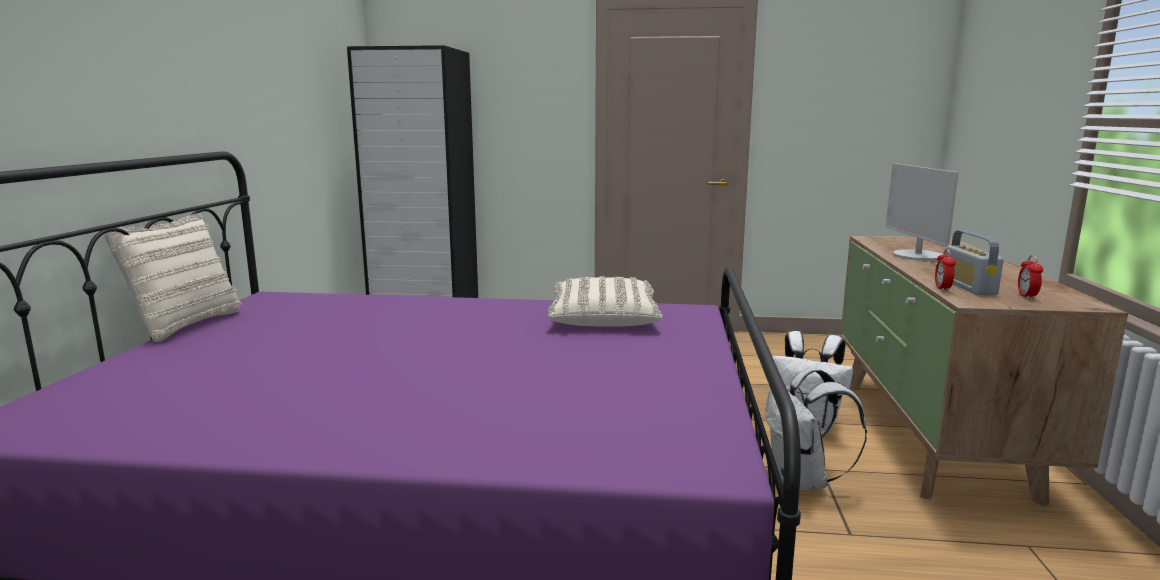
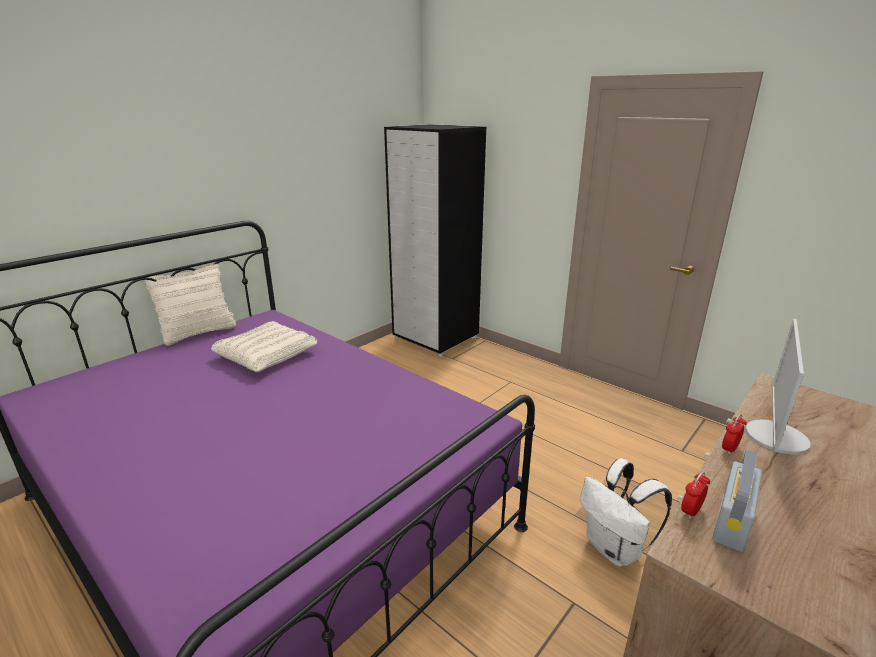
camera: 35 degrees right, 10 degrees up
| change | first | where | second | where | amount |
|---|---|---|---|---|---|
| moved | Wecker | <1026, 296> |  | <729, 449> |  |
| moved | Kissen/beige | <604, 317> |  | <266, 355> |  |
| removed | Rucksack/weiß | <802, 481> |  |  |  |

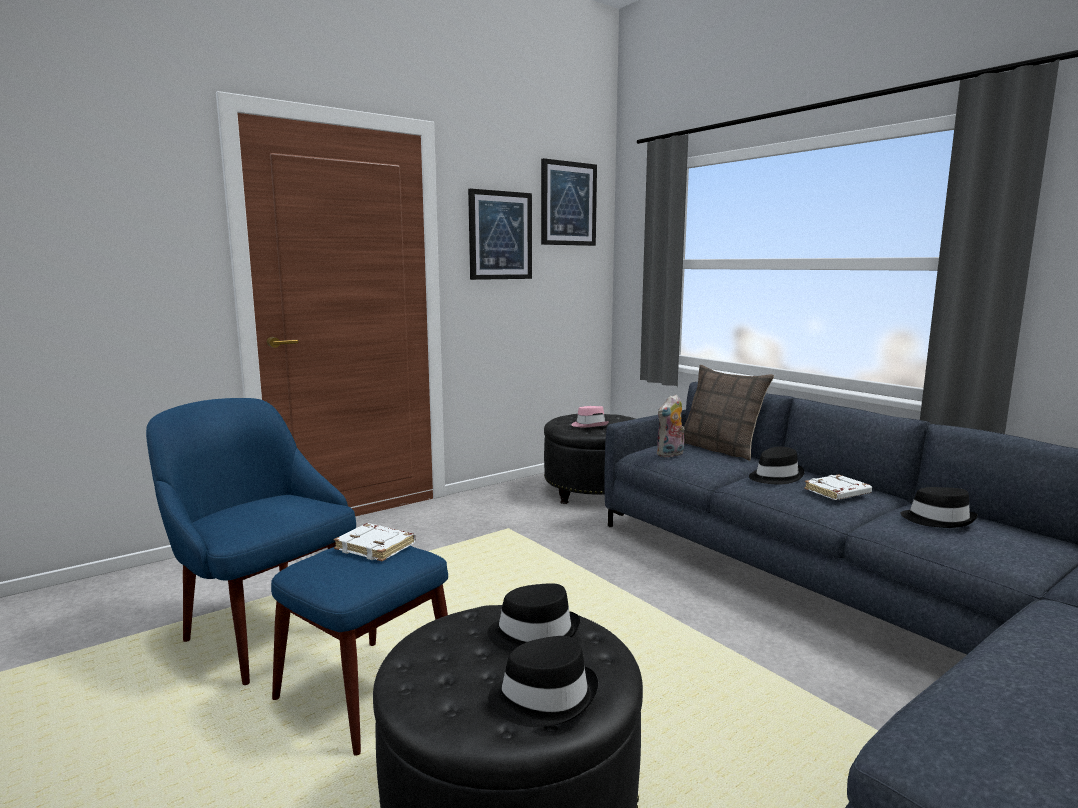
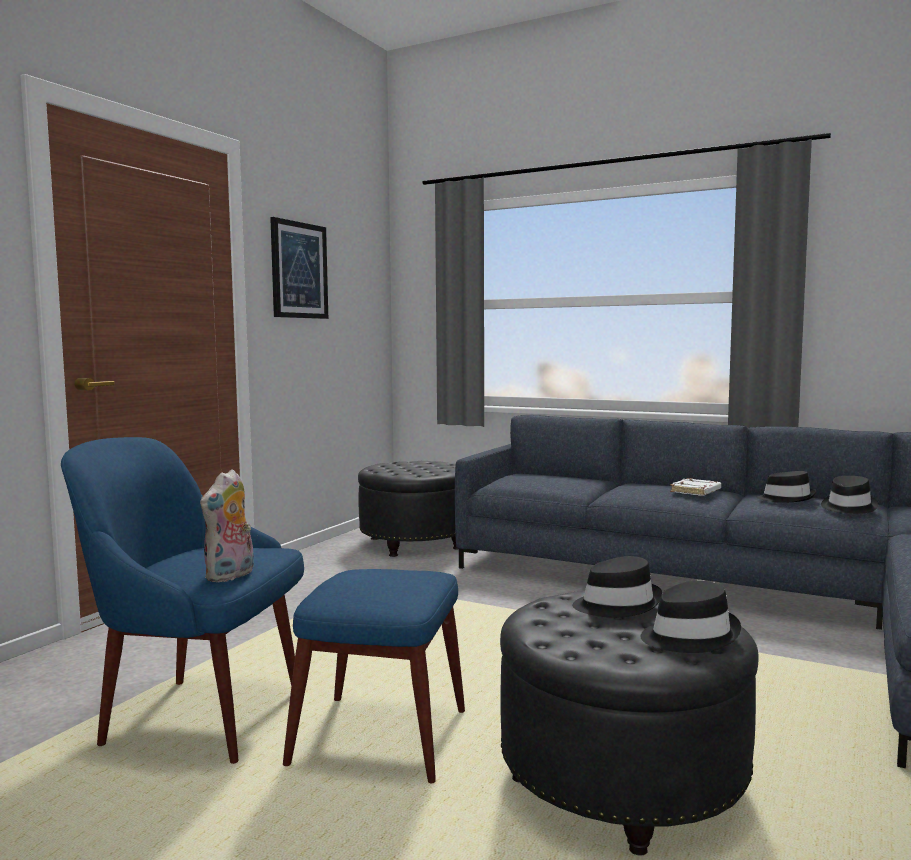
camera: 25 degrees left, 5 degrees down
| change | first | where | second | where | amount |
|---|---|---|---|---|---|
| removed | Bild | <568, 204> |  |  |  |
| removed | Kissen | <721, 449> |  |  |  |
| moved | Plüschtier | <670, 454> |  | <231, 576> |  |
| removed | Hut/rosa | <589, 425> |  |  |  |
| moved | Hut/schwarz | <775, 476> |  | <847, 507> |  |
| removed | Buch/weiß | <376, 547> |  |  |  |

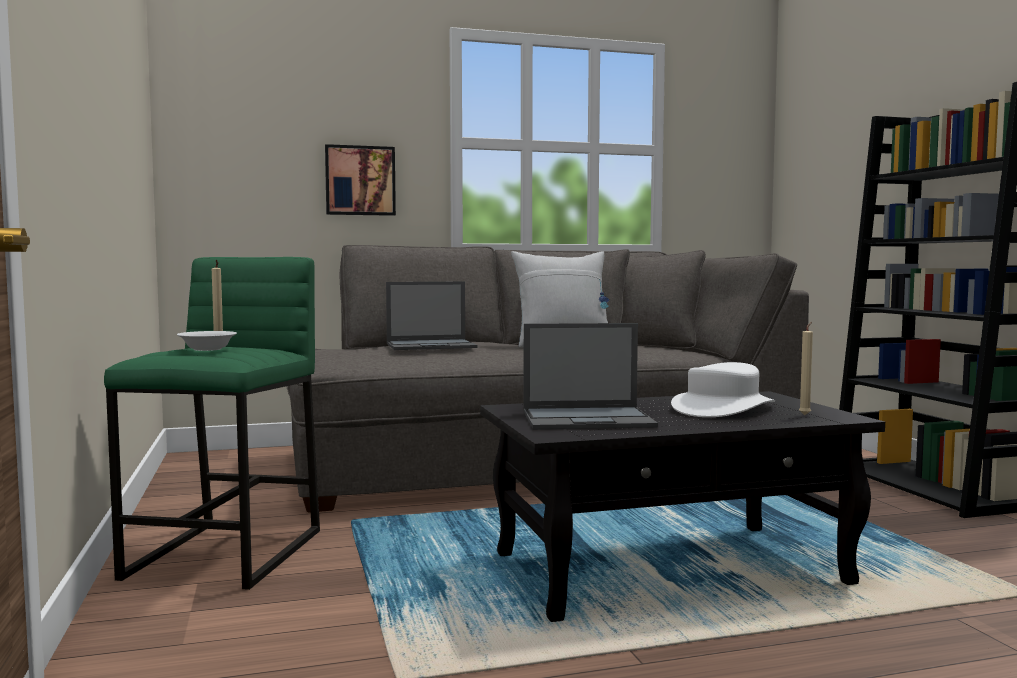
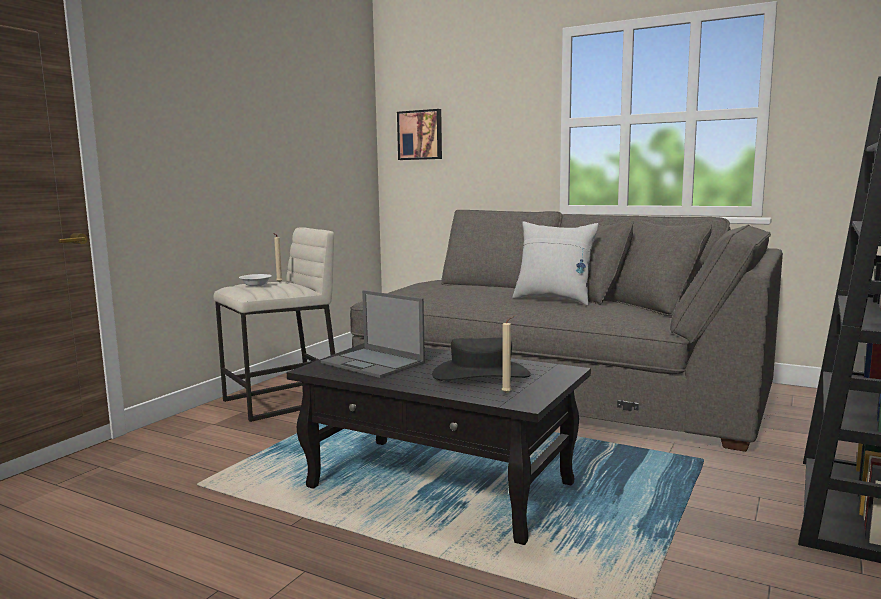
camera: 45 degrees right, 5 degrees up
| change | first | where | second | where | amount |
|---|---|---|---|---|---|
| moved | Bild | <360, 181> |  | <420, 135> |  |
| recoloured | Hocker/grün | <226, 553> | Hocker/beige | <282, 400> |  |
| removed | Laptop | <432, 345> |  |  |  |
| recoloured | Hut/weiß | <722, 408> | Hut/schwarz | <481, 374> |  |

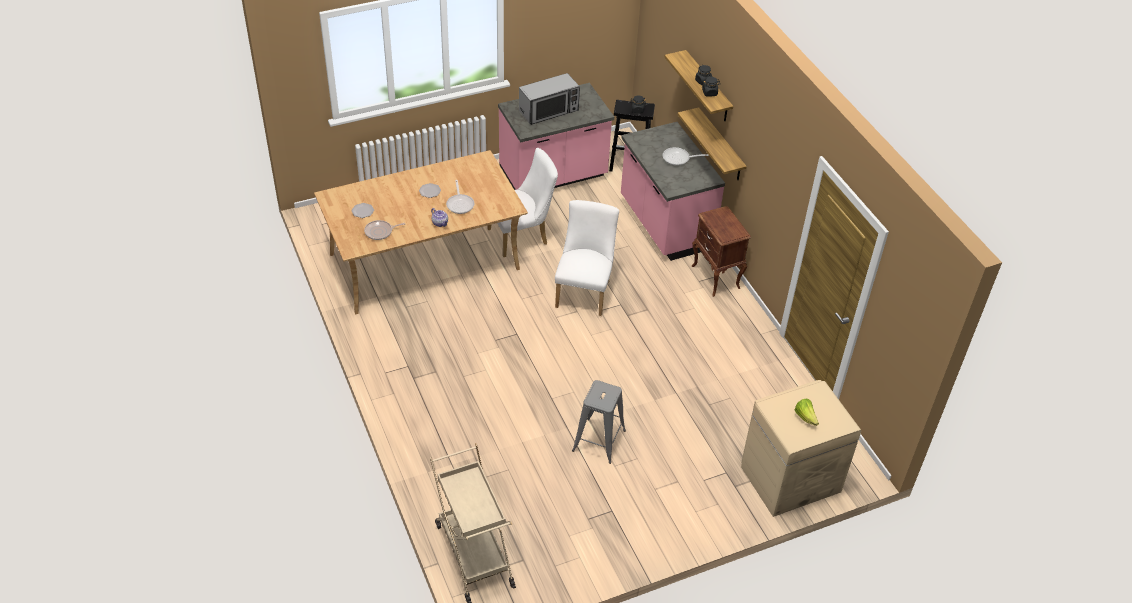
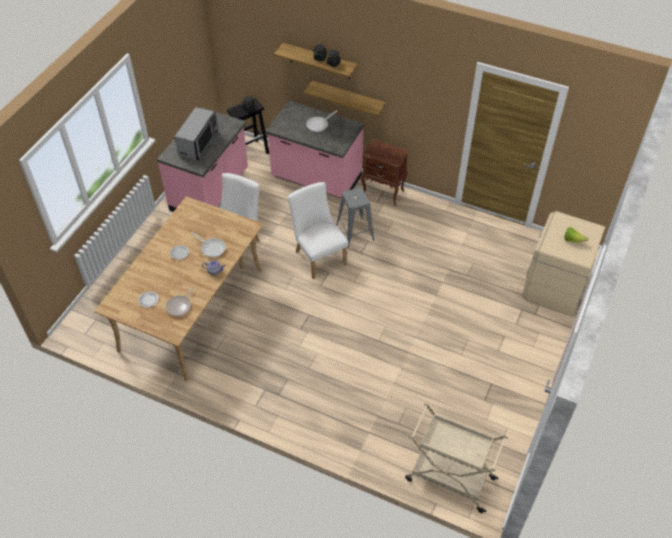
camera: 40 degrees left, 5 degrees up
| change | first | where | second | where | amount |
|---|---|---|---|---|---|
| moved | Hocker/grau | <599, 440> |  | <355, 232> |  |

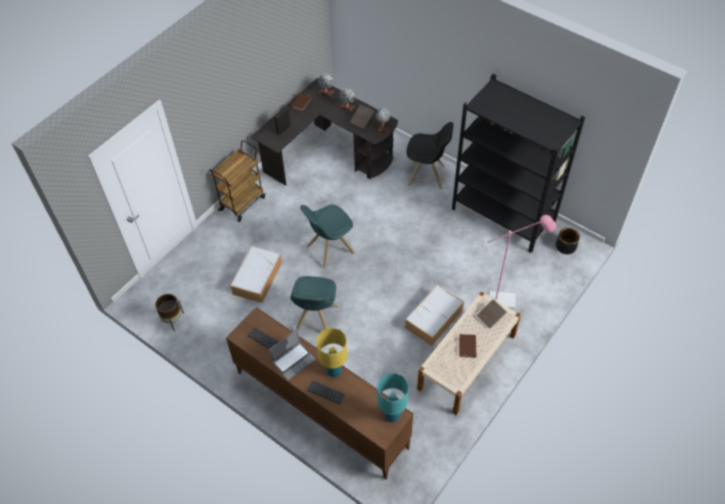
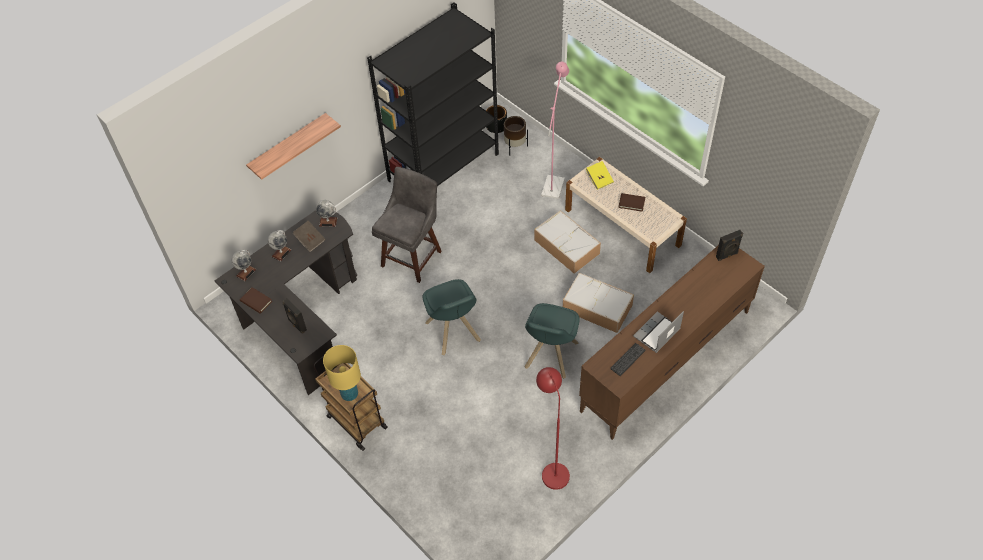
camera: 80 degrees left, 0 degrees up
| change | first | where | second | where | amount |
|---|---|---|---|---|---|
| removed | Stuhl/schwarz | <426, 175> |  |  |  |
| moved | Aufbewahrungsbox | <257, 277> |  | <596, 307> |  |
| turned | Stuhl/türkis | <315, 319> |  | <550, 355> | 90 degrees clockwise |
| moved | Pflanzkübel/braun | <173, 320> |  | <514, 147> |  |
| recoloured | Buch/braun | <491, 317> | Buch/gelb | <599, 179> |  |
| moved | Tischlampe/gelb | <334, 371> |  | <349, 394> |  |
| turned | Laptop | <293, 360> |  | <657, 334> | 105 degrees counterclockwise |
| replaced | Tischlampe/türkis | <392, 415> | Lautsprecher/schwarz | <727, 255> |  |
| removed | Tastatur | <326, 392> |  |  |  |
| added |  |  | Wandregal | <288, 146> |  |
| added |  |  | Hocker/grau | <412, 257> |  |
| added |  |  | Stehlampe/rot | <551, 469> |  |

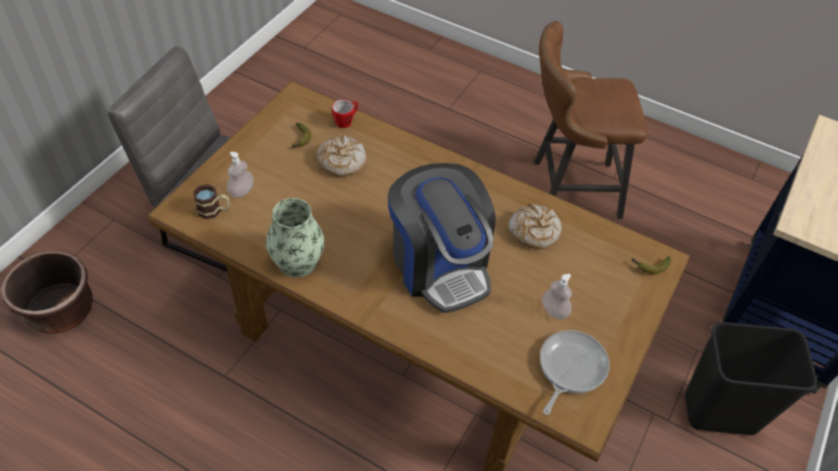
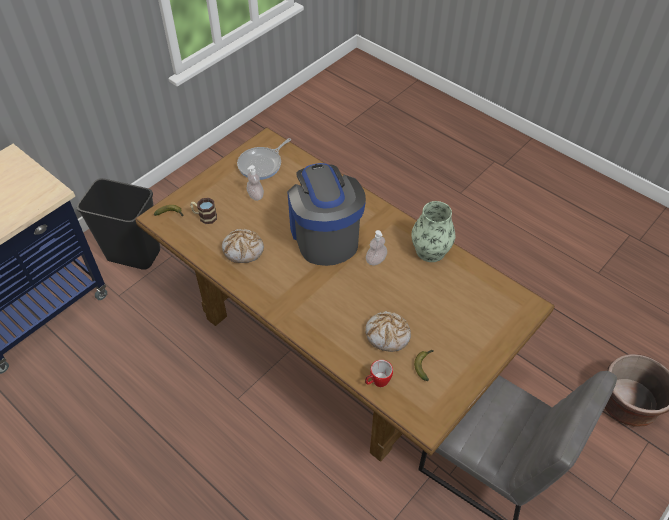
camera: 165 degrees left, 0 degrees up
| change | first | where | second | where | amount |
|---|---|---|---|---|---|
| removed | Hocker/braun | <563, 189> |  |  |  |
| moved | Seifenspender | <241, 191> |  | <376, 260> |  |
| moved | Henkelbecher | <214, 210> |  | <204, 217> |  |

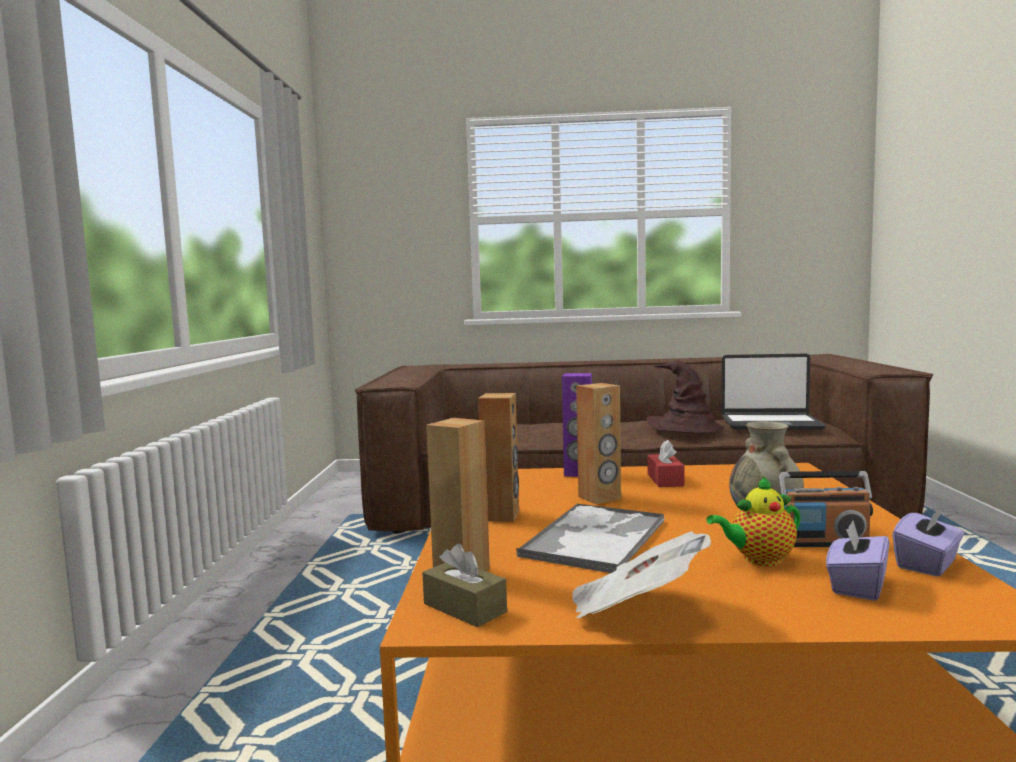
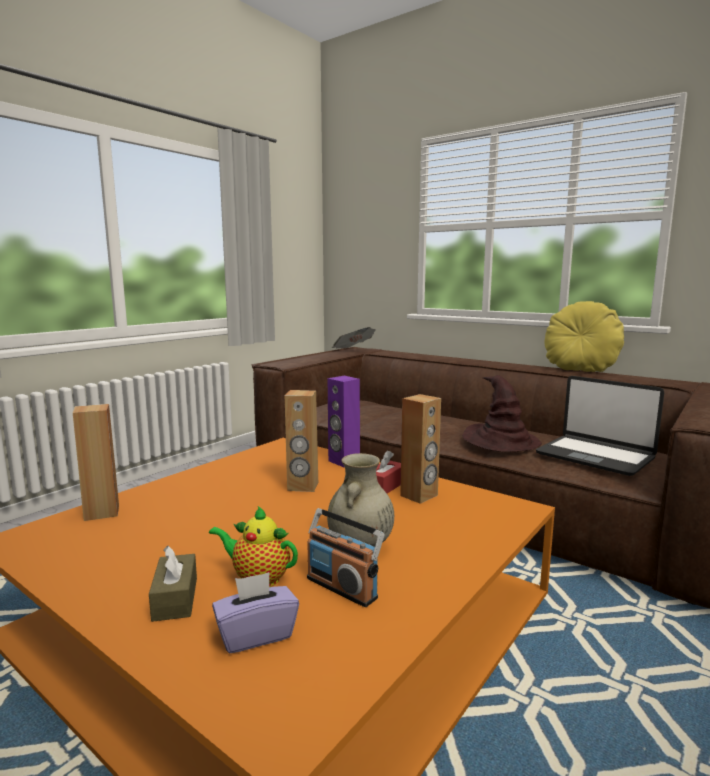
camera: 35 degrees right, 5 degrees up
| change | first | where | second | where | amount |
|---|---|---|---|---|---|
| moved | Lautsprecher/braun | <501, 515> |  | <419, 495> |  |
| removed | Tablett | <595, 538> |  |  |  |
| removed | Taschentuchbox/lila | <927, 564> |  |  |  |
| moved | Zeitung | <634, 609> |  | <353, 350> |  |
| moved | Taschentuchbox/braun | <464, 608> |  | <175, 598> |  |
| added |  |  | Kissen/gelb | <580, 370> |  |

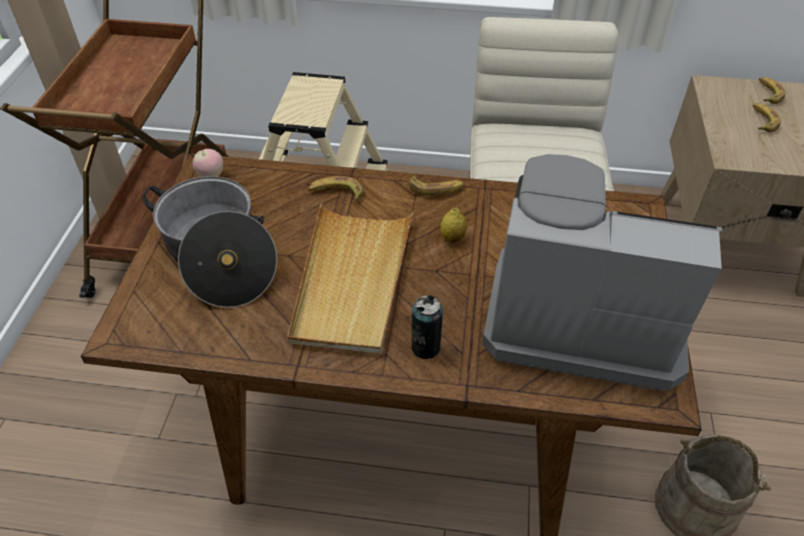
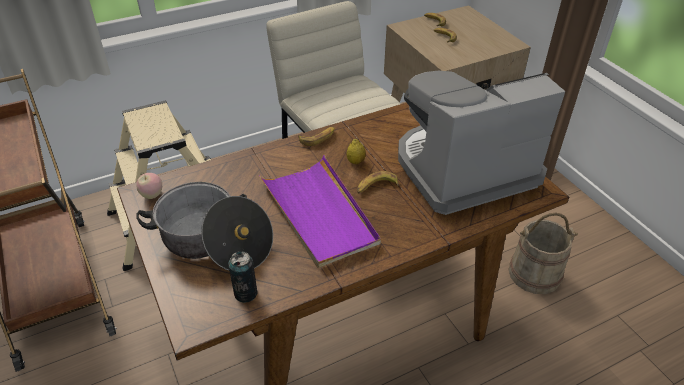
camera: 35 degrees left, 5 degrees down
| change | first | where | second | where | amount |
|---|---|---|---|---|---|
| moved | Banane | <336, 193> |  | <376, 187> |  |
| recoloured | Tablett/beige | <352, 280> | Tablett/lila | <319, 213> |  |
| moved | Dose | <426, 347> |  | <245, 293> |  |

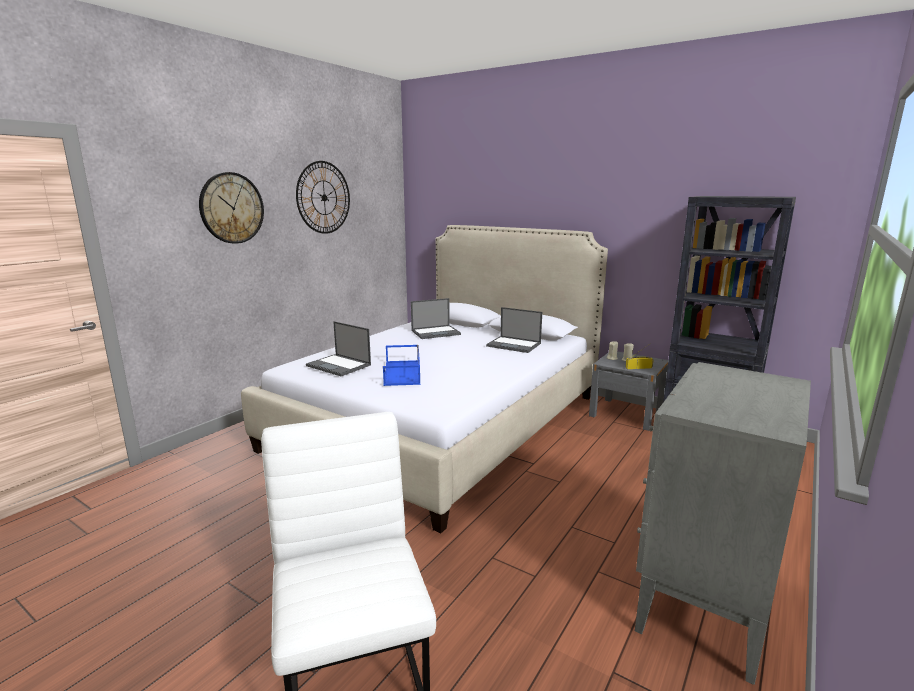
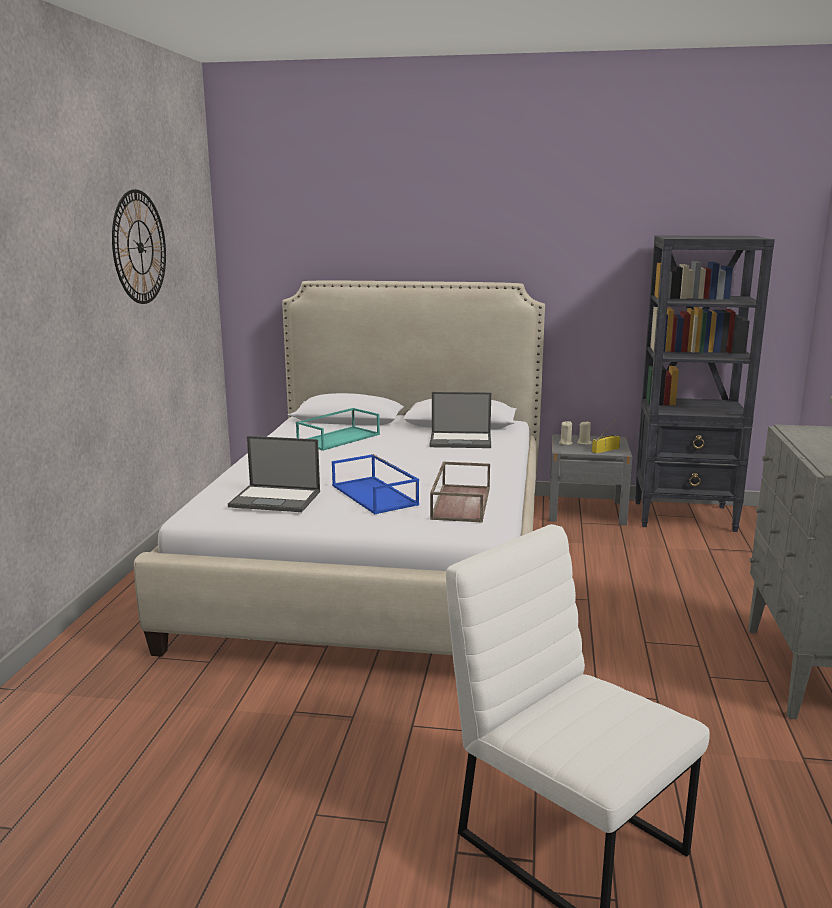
camera: 25 degrees left, 0 degrees up
| change | first | where | second | where | amount |
|---|---|---|---|---|---|
| removed | Wanduhr | <231, 208> |  |  |  |
| replaced | Laptop | <436, 332> | Tablett/türkis | <339, 438> |  |
| added |  |  | Tablett/braun | <460, 502> |  |

